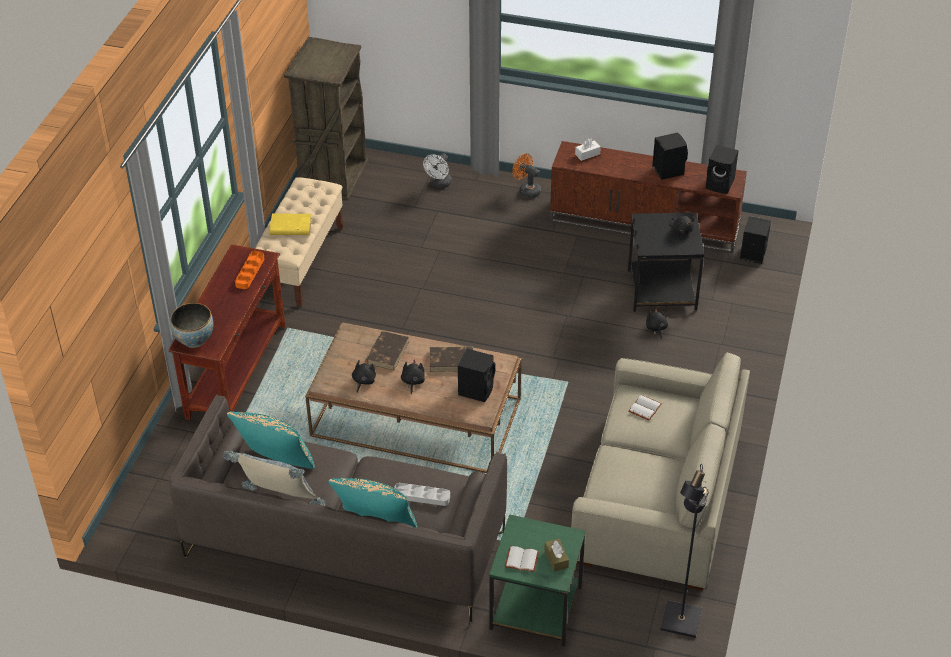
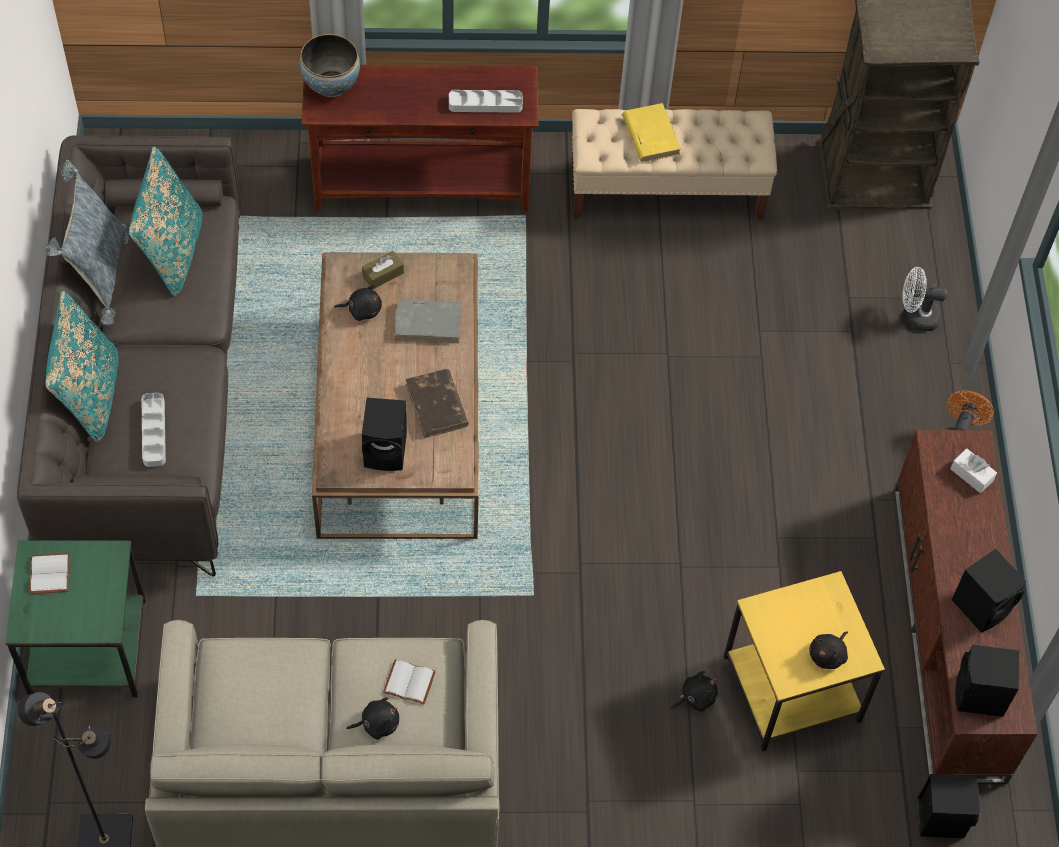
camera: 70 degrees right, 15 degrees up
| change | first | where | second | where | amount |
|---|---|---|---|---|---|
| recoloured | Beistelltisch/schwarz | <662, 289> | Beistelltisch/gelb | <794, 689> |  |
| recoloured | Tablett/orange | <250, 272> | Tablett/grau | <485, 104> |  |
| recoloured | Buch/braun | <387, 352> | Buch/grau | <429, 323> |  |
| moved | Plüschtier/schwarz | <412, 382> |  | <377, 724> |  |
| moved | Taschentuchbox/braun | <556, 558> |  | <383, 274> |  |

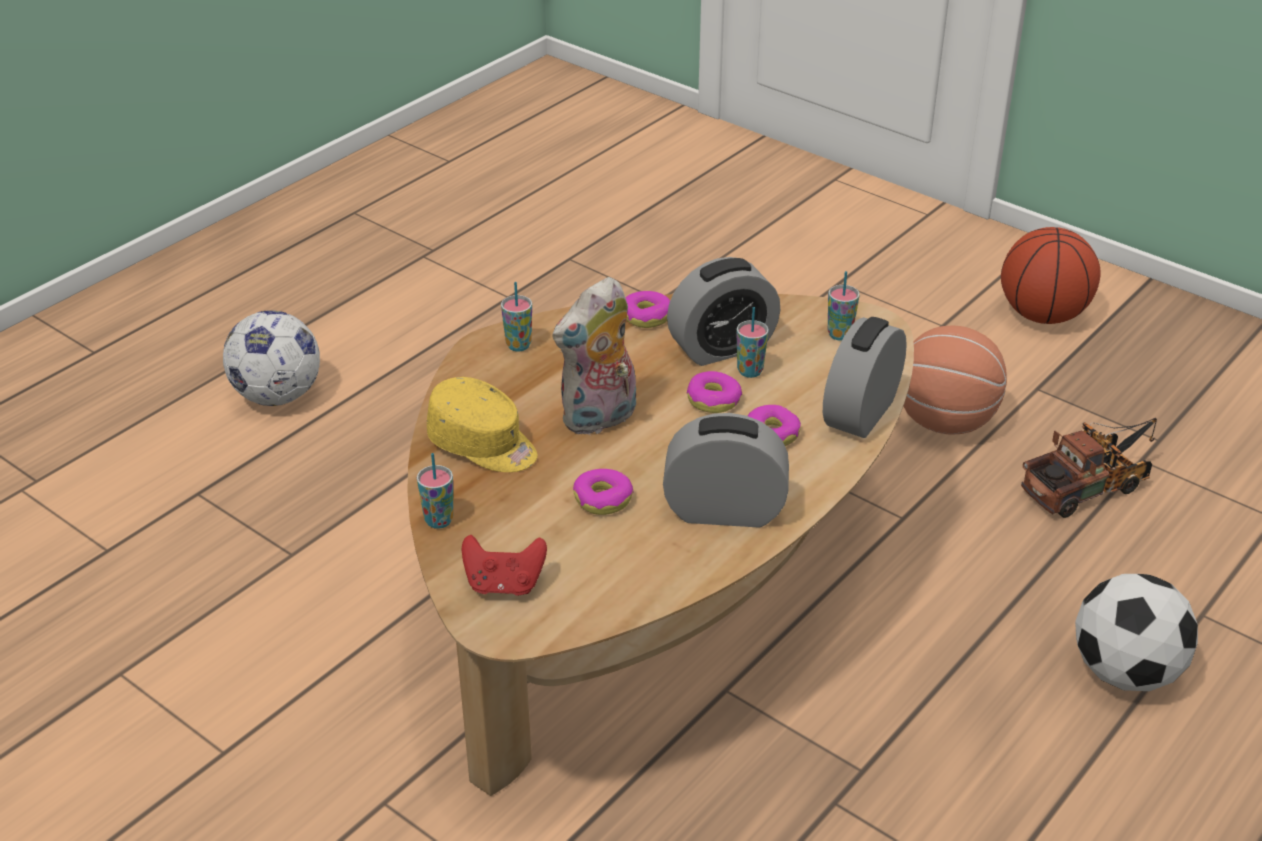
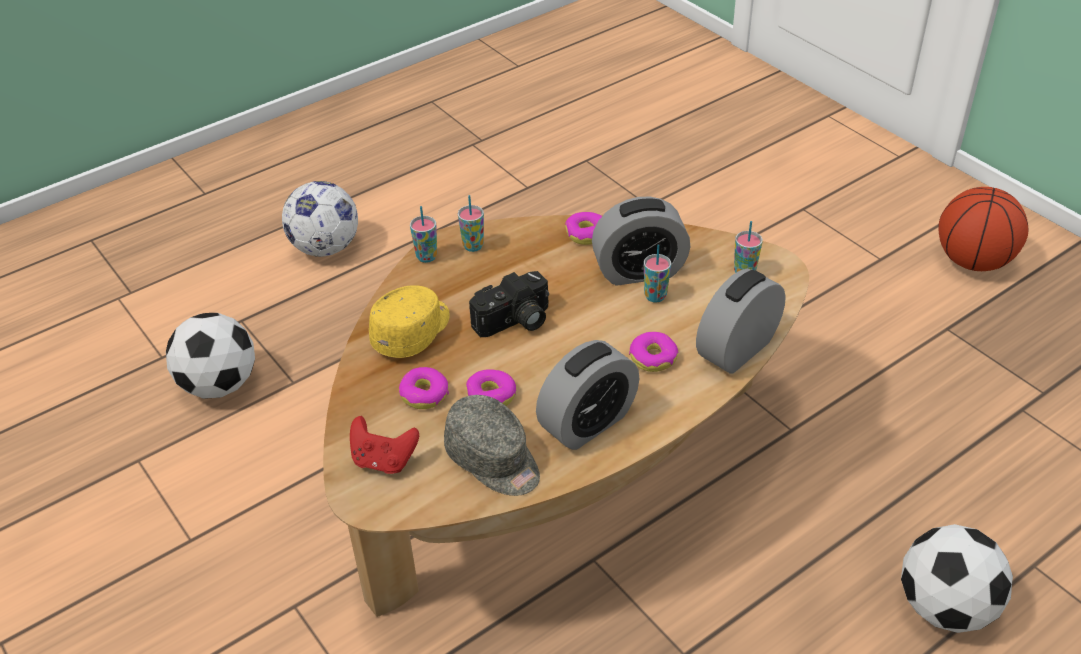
camera: 15 degrees right, 5 degrees up
| change | first | where | second | where | amount |
|---|---|---|---|---|---|
| replaced | Plüschtier | <600, 419> | Kamera | <515, 322> |  |
| removed | Basketball | <946, 421> |  |  |  |
| moved | Donut | <713, 400> |  | <424, 394> |  |
| turned | Kappe/gelb | <483, 445> |  | <413, 332> | 105 degrees counterclockwise |
| turned | Wecker | <724, 511> |  | <588, 423> | 120 degrees clockwise |
| removed | Spielzeuglaster | <1090, 486> |  |  |  |
| moved | Tasse | <439, 520> |  | <426, 257> |  |
| added |  |  | Fußball | <219, 385> |  |
| added |  |  | Kappe/grau | <494, 460> |  |

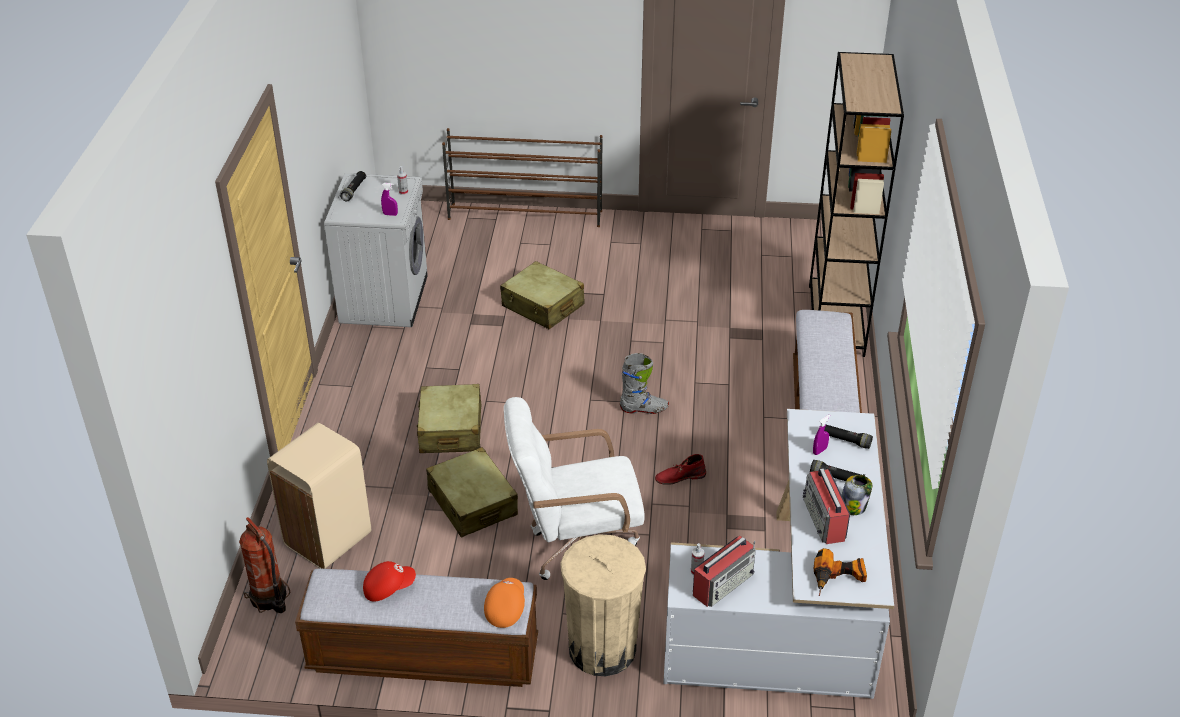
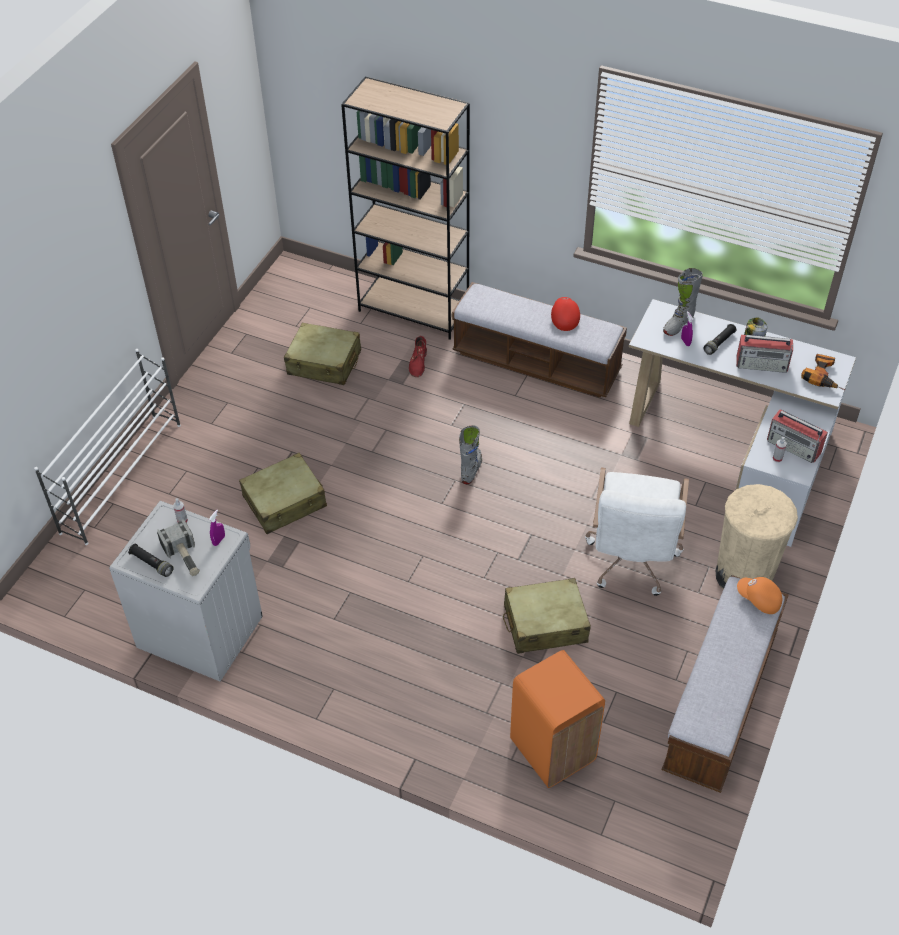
camera: 70 degrees left, 10 degrees up
| change | first | where | second | where | amount |
|---|---|---|---|---|---|
| recoloured | Schuhregal/braun | <526, 215> | Schuhregal/weiß | <122, 477> |  |
| moved | Koffer/beige | <450, 430> |  | <324, 363> |  |
| recoloured | Mülleimer/beige | <327, 539> | Mülleimer/orange | <552, 751> |  |
| replaced | Taschenlampe/schwarz | <845, 440> | Stiefel/grau | <678, 324> |  |
| moved | Stiefel/rot | <679, 476> |  | <418, 363> |  |
| removed | Feuerlöscher | <269, 599> |  |  |  |
| turned | Radio | <723, 584> |  | <794, 447> | 150 degrees clockwise |
| moved | Kappe/rot | <388, 587> |  | <564, 318> |  |
| added |  |  | Hammer | <184, 557> |  |

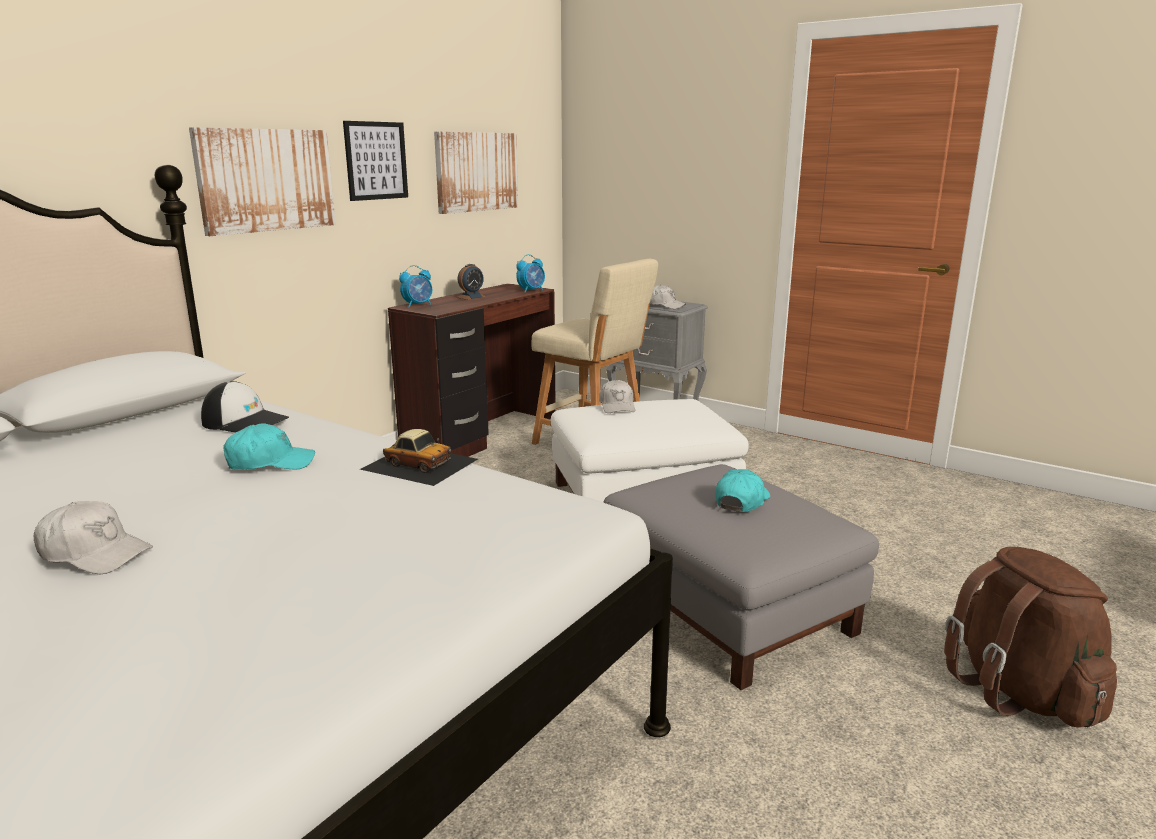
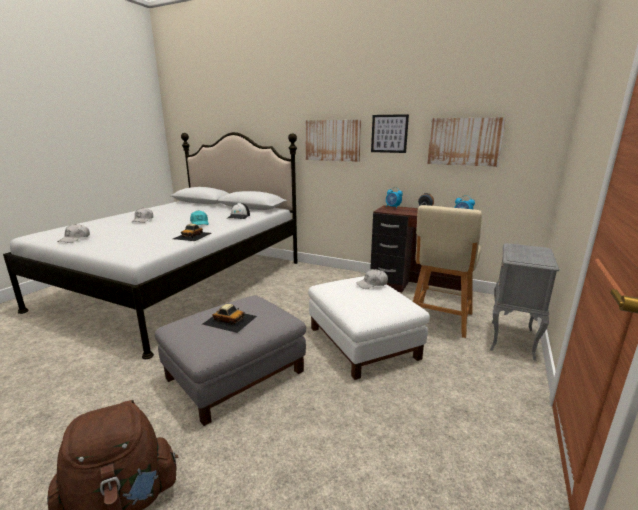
camera: 80 degrees right, 0 degrees up
| change | first | where | second | where | amount |
|---|---|---|---|---|---|
| moved | Kappe/weiß | <664, 305> |  | <75, 239> |  |
| replaced | Kappe/türkis | <741, 501> | Spielzeugauto | <229, 320> |  |

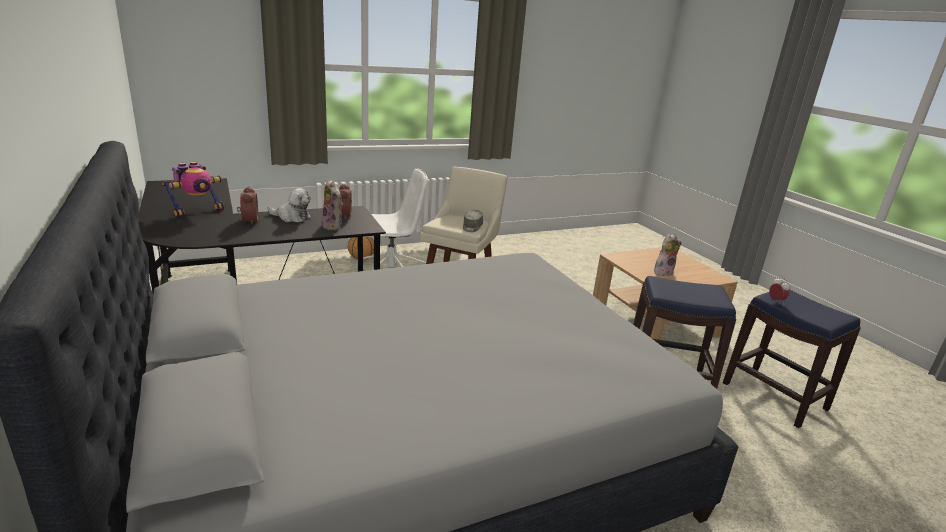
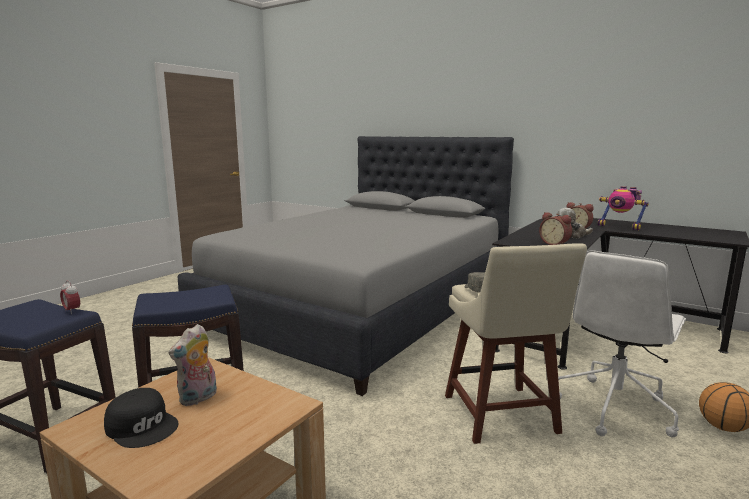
camera: 150 degrees right, 10 degrees down
| change | first | where | second | where | amount |
|---|---|---|---|---|---|
| turned | Spielzeugroboter | <197, 211> |  | <620, 227> | 60 degrees counterclockwise |
| removed | Plüschtier | <334, 226> |  |  |  |
| added |  |  | Kappe/schwarz | <143, 426> |  |

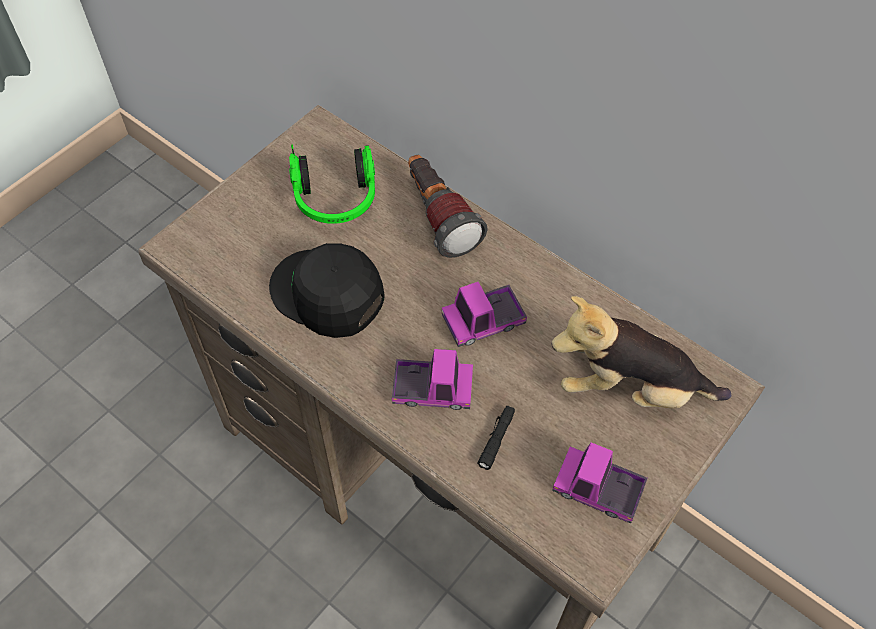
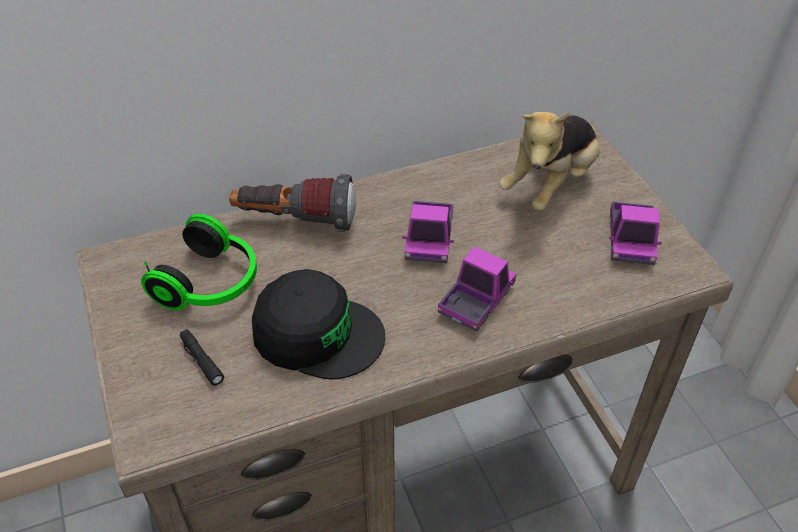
camera: 60 degrees left, 10 degrees down
| change | first | where | second | where | amount |
|---|---|---|---|---|---|
| turned | Kappe/schwarz | <327, 294> |  | <317, 333> | 135 degrees counterclockwise |
| moved | Taschenlampe/schwarz | <496, 439> |  | <201, 360> |  |
| turned | Spielzeuglaster | <597, 489> |  | <630, 240> | 45 degrees counterclockwise |

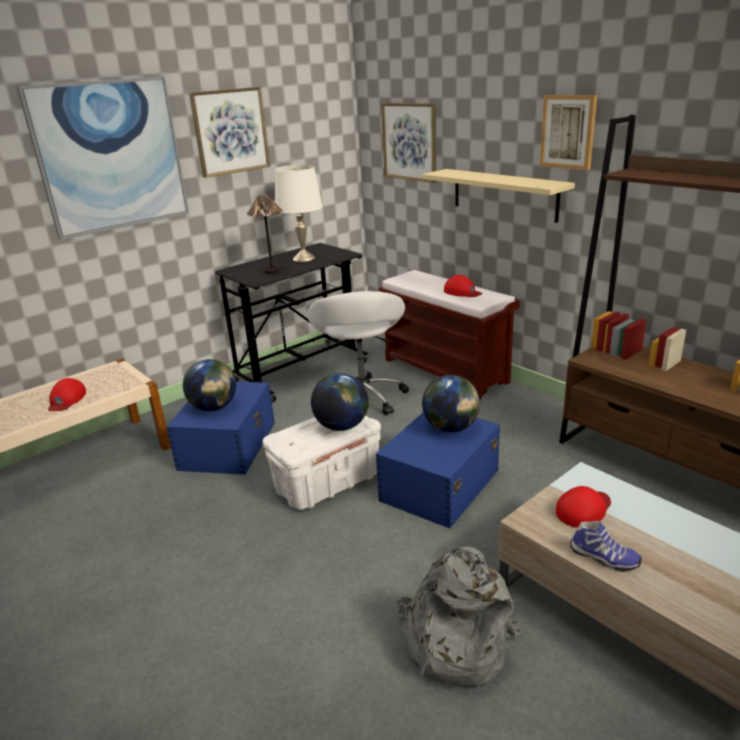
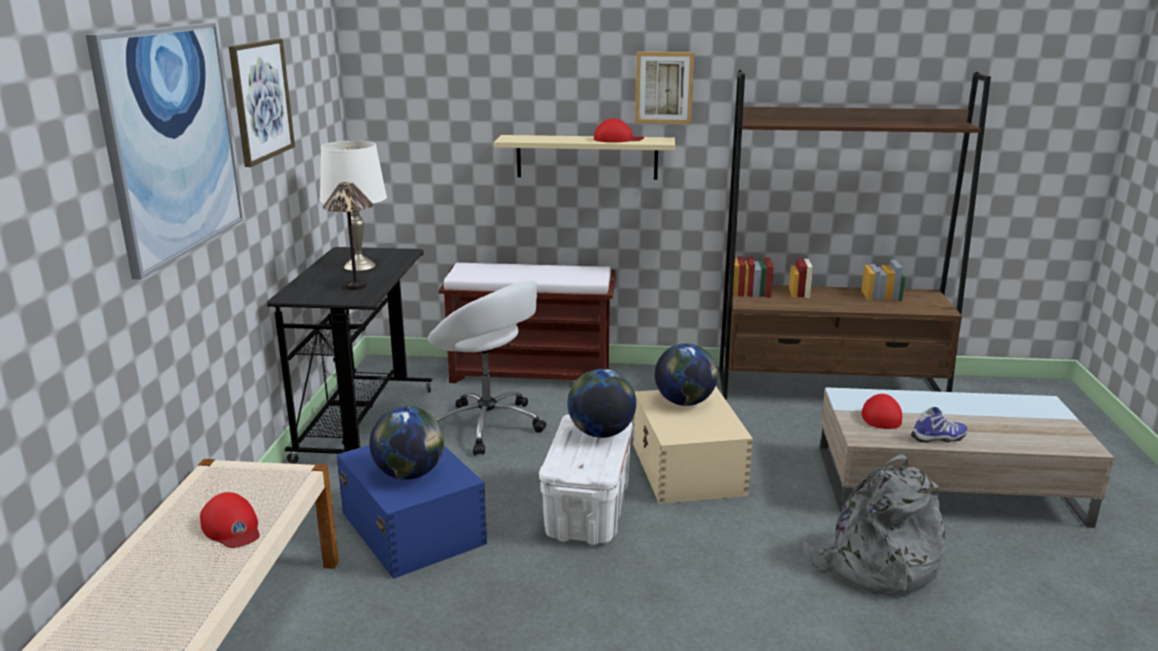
camera: 45 degrees left, 5 degrees down
| change | first | where | second | where | amount |
|---|---|---|---|---|---|
| removed | Bild | <410, 142> |  |  |  |
| moved | Kappe/rot | <462, 292> |  | <617, 139> |  |
| recoloured | Aufbewahrungsbox/blau | <438, 485> | Aufbewahrungsbox/beige | <687, 469> |  |

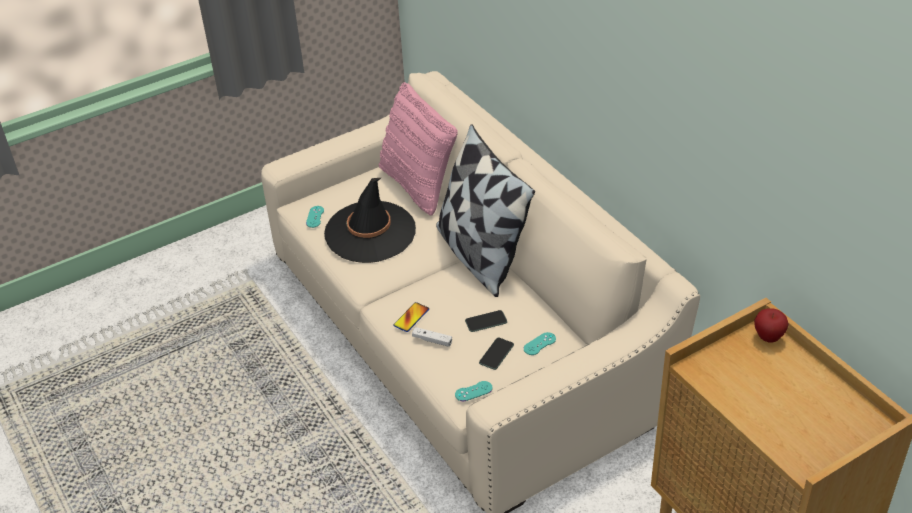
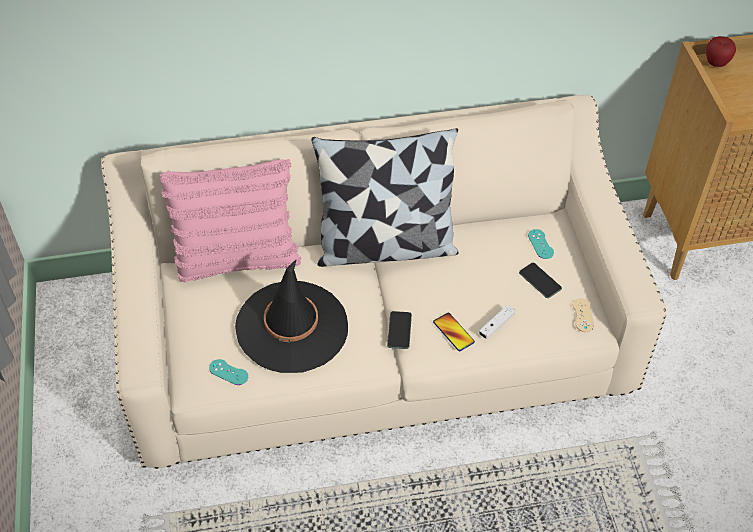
camera: 70 degrees left, 10 degrees up
| change | first | where | second | where | amount |
|---|---|---|---|---|---|
| moved | Handy | <486, 321> |  | <399, 330> |  |
| recoloured | Gamepad/türkis | <473, 391> | Gamepad/beige | <583, 315> |  |

